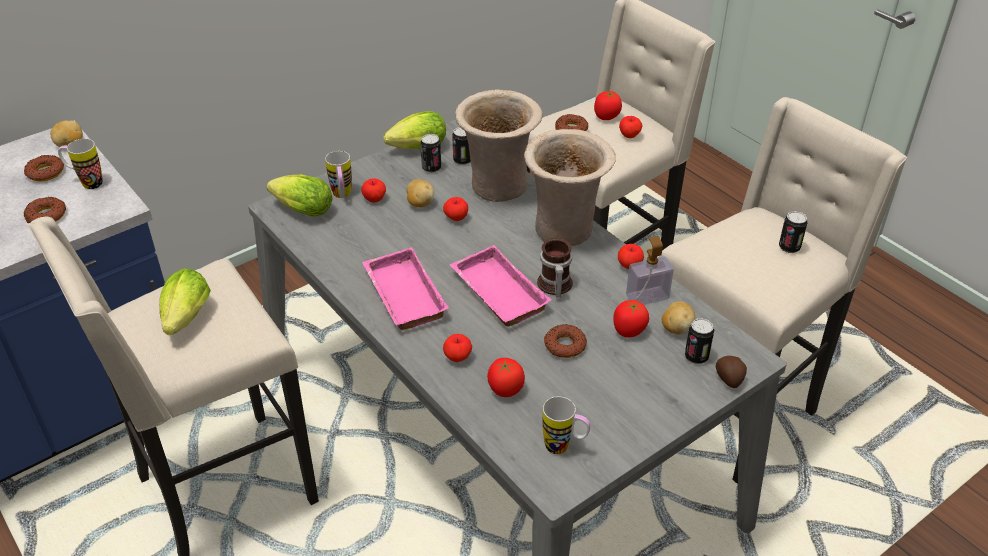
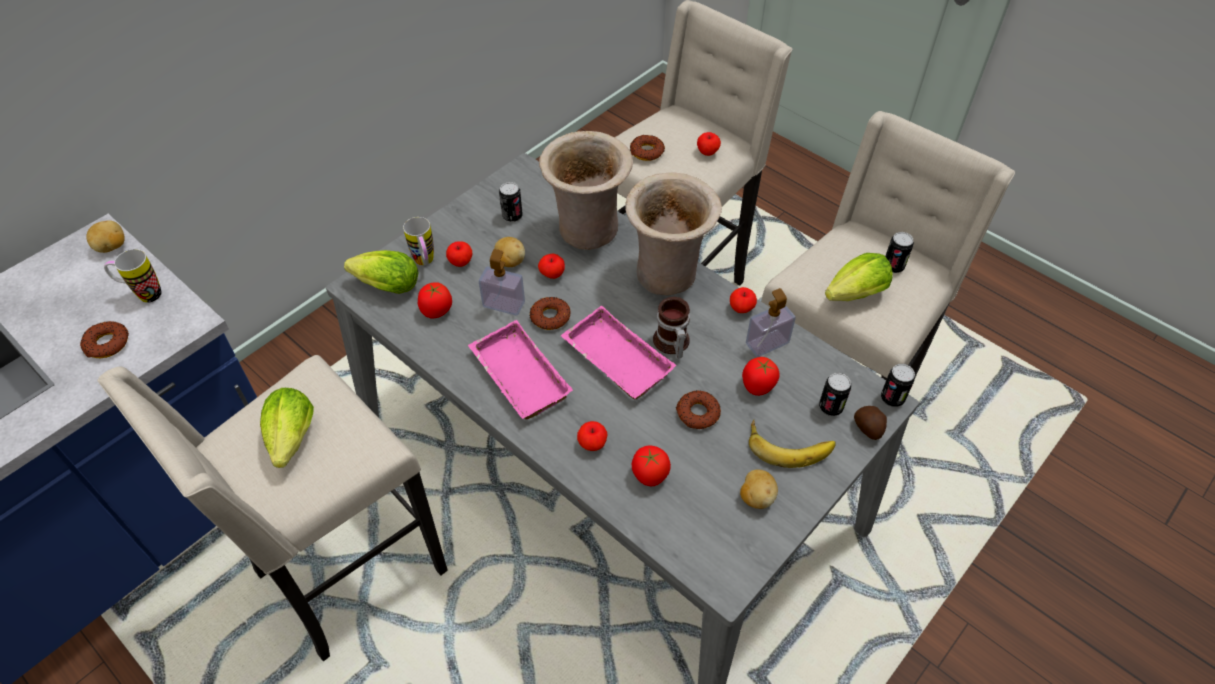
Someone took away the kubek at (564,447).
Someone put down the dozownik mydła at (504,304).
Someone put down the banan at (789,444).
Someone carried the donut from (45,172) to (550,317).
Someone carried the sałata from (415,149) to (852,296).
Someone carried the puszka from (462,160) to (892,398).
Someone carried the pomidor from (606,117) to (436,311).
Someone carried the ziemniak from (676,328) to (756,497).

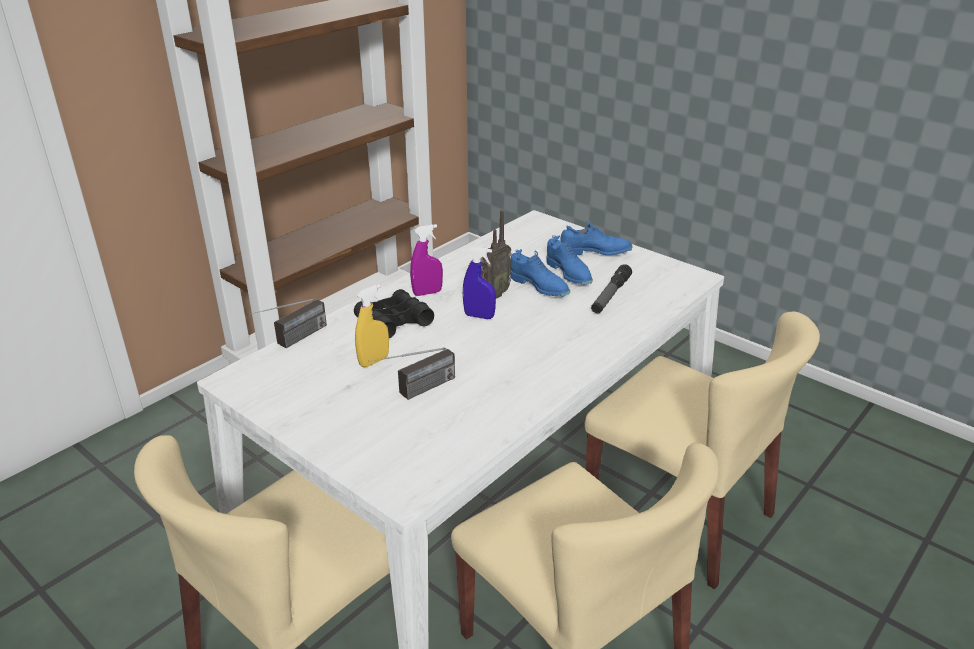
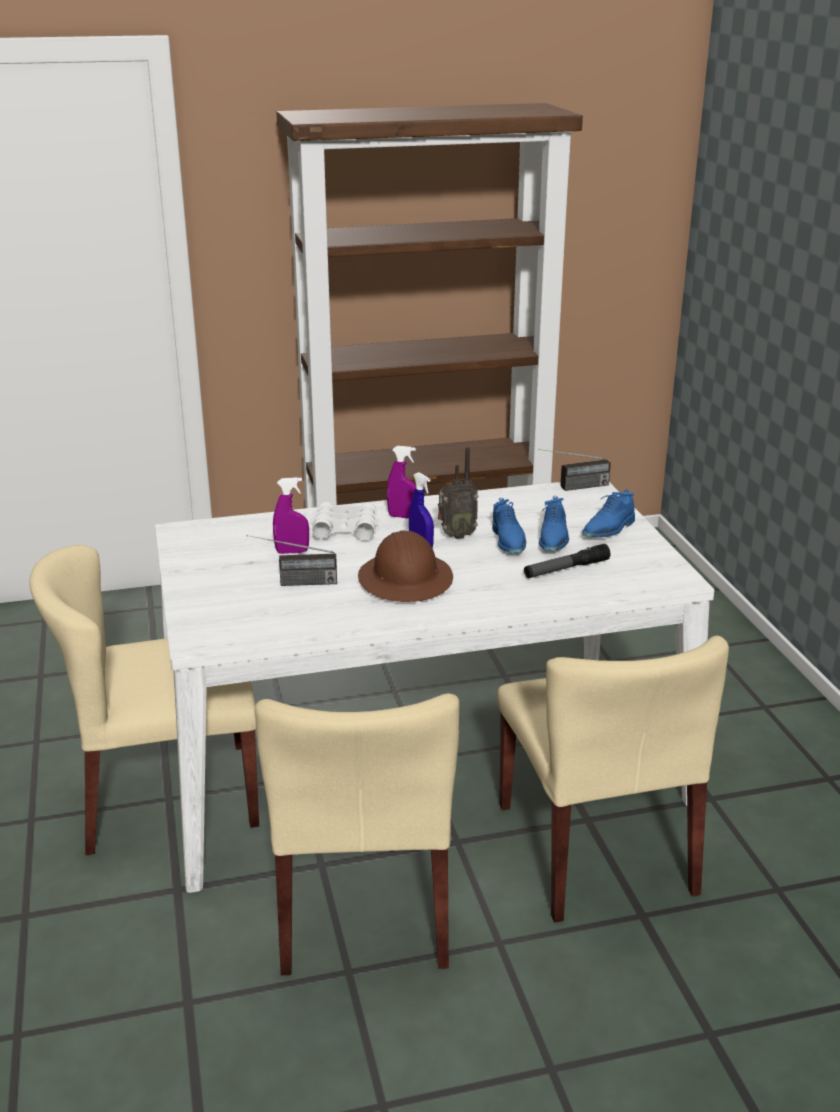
Someone put down the kask (brązowy) at (406,579).
Someone carried the radio from (292,341) to (573,487).
Someone repainted the lornetka (czarny) at (393,322), which became the lornetka (biały) at (345,529).
Someone repainted the spryskiwacz (żółty) at (374,361), which became the spryskiwacz (fioletowy) at (292,552).
Someone rotated the but (niebieski) at (595,252) by 90 degrees clockwise.

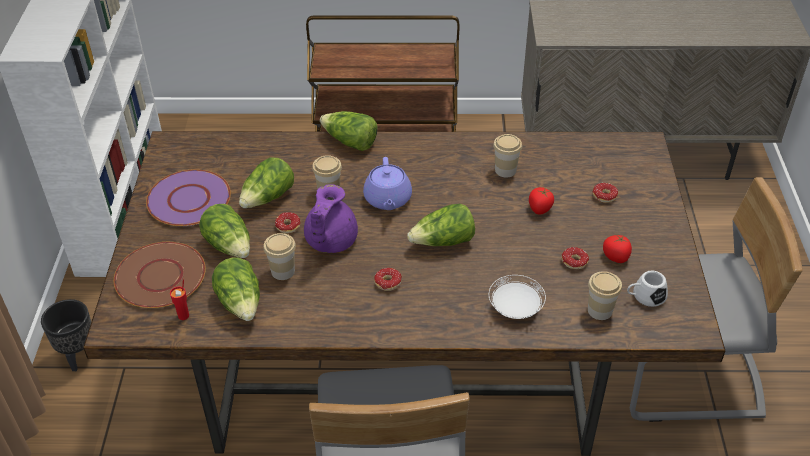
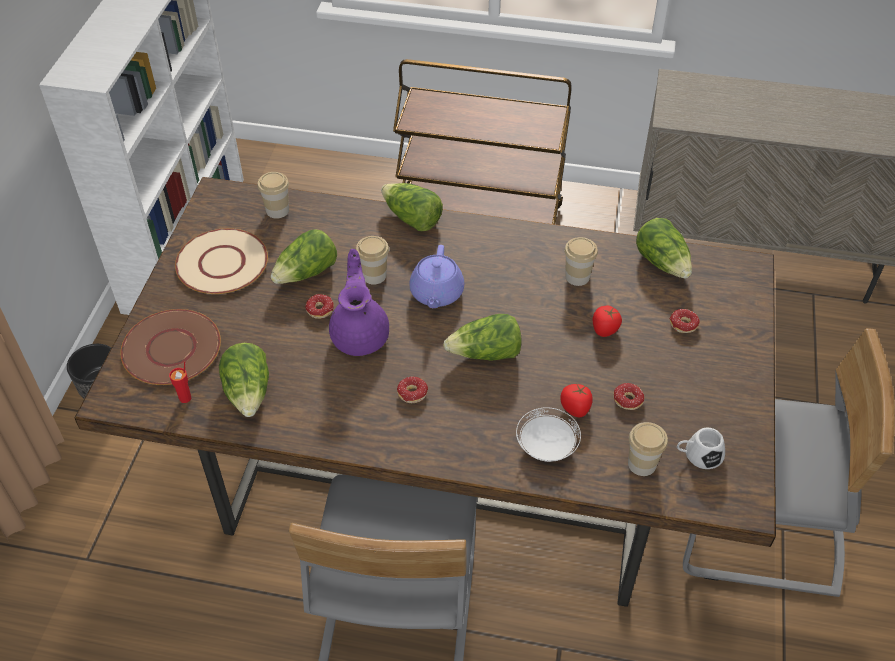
Someone carried the sałata from (230,245) to (663,263).
Someone carried the filiżanka from (283,271) to (277,210).
Someone carried the pomidor from (616,257) to (575,408).
Someone repainted the talerz (fioletowy) at (188,200), which became the talerz (beżowy) at (221,263).
Someone rotated the imbryk (fioletowy) at (329,241) by 150 degrees clockwise.

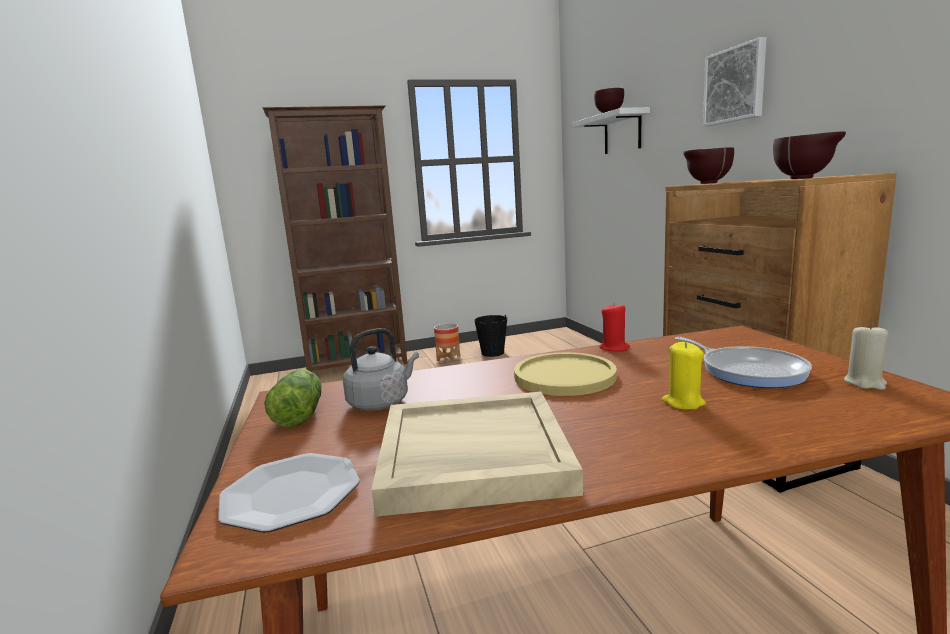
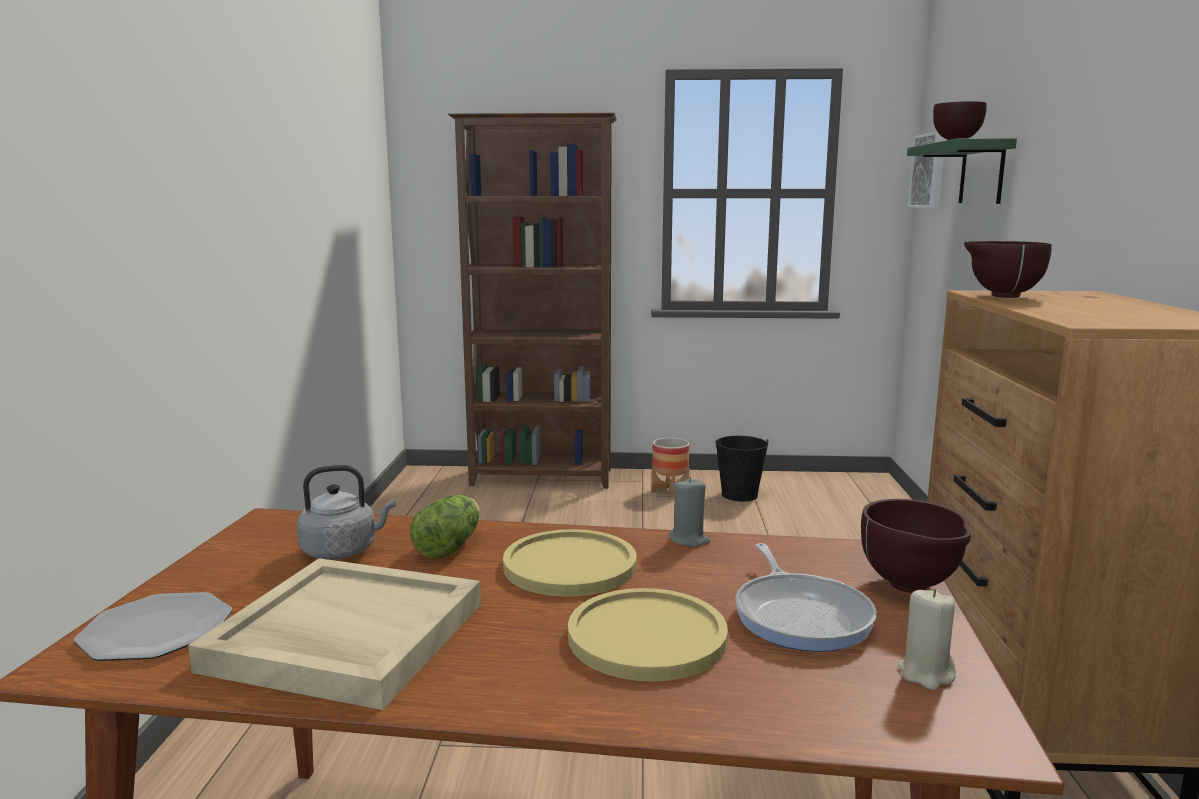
Someone carried the sałata from (301,414) to (451,545).
Someone carried the obraz from (735,85) to (930,171).
Someone carried the miska (brązowy) from (805,178) to (911,588).
Someone swapped the świeca (żółty) at (683,402) for the talerz (żółty) at (647,637).
Someone repainted the półka (biały) at (622,133), which became the półka (zielony) at (982,173).
Someone repainted the świeca (czerwony) at (614,348), which became the świeca (szary) at (689,540).

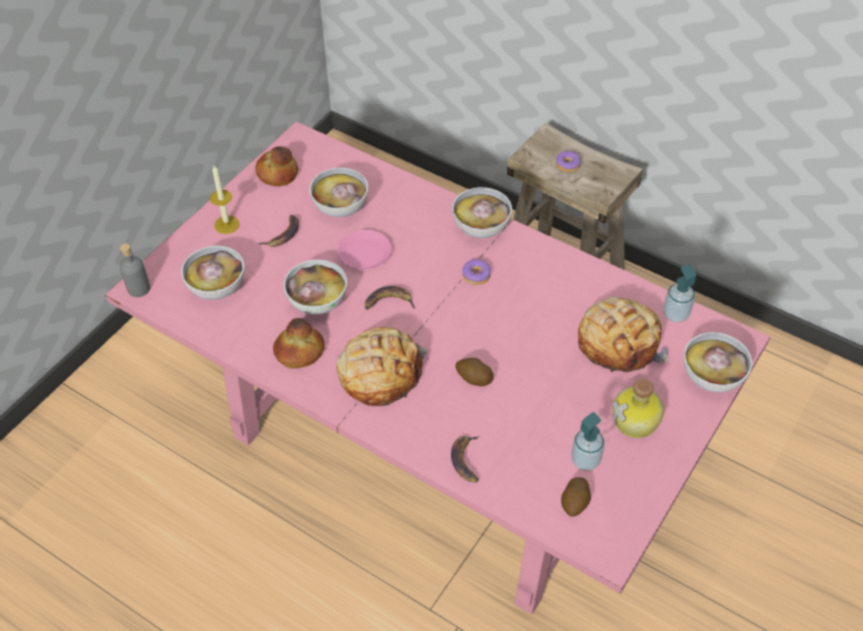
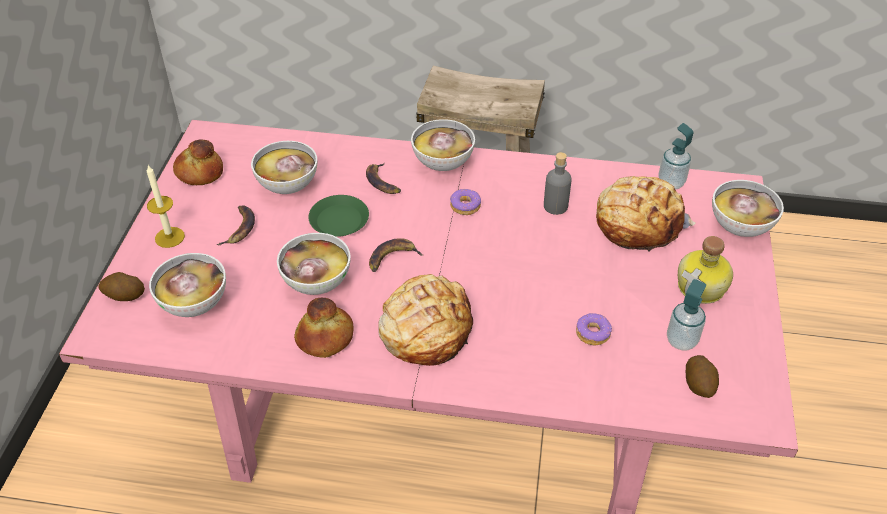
Someone carried the butelka (szary) from (138,288) to (555,206).
Someone carried the banan from (466,460) to (383,182).
Someone carried the ziemniak from (474,378) to (124,296).
Someone carried the donut from (567,165) to (592,333).
Someone repainted the talerz (różowy) at (364,254), which became the talerz (zielony) at (339,221).

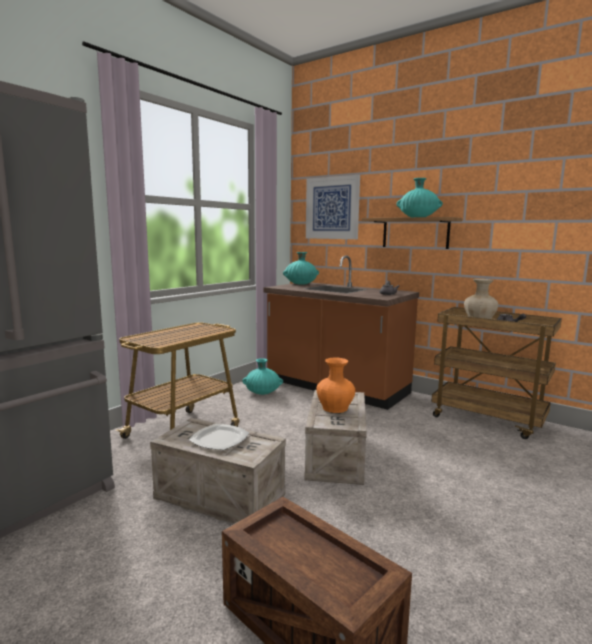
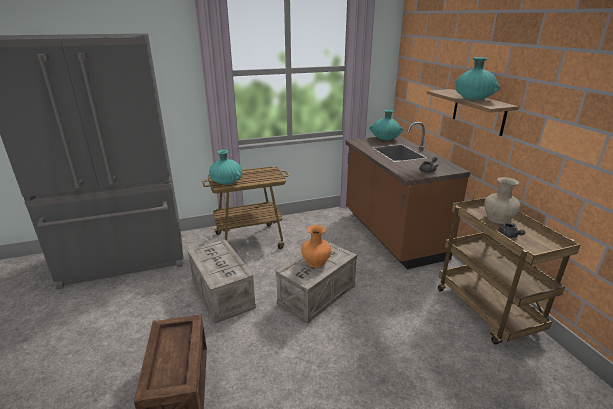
Someone took away the talerz at (220,439).
Someone took away the obraz at (332,208).
Someone carried the wazon (turkusowy) from (262,393) to (226,182).

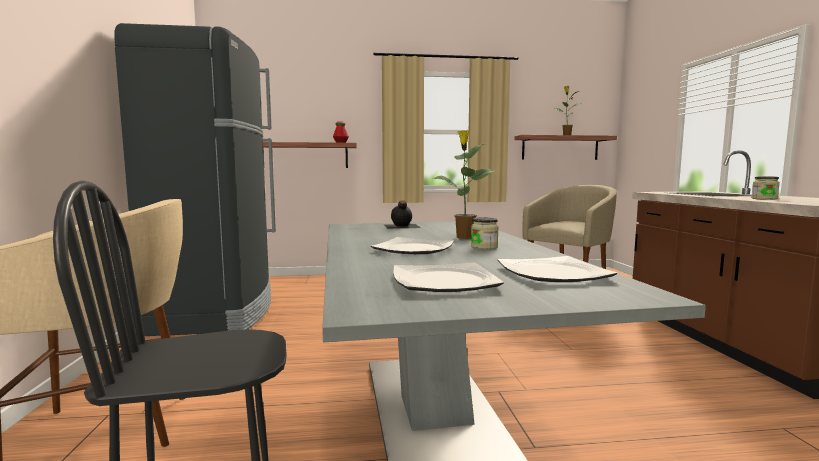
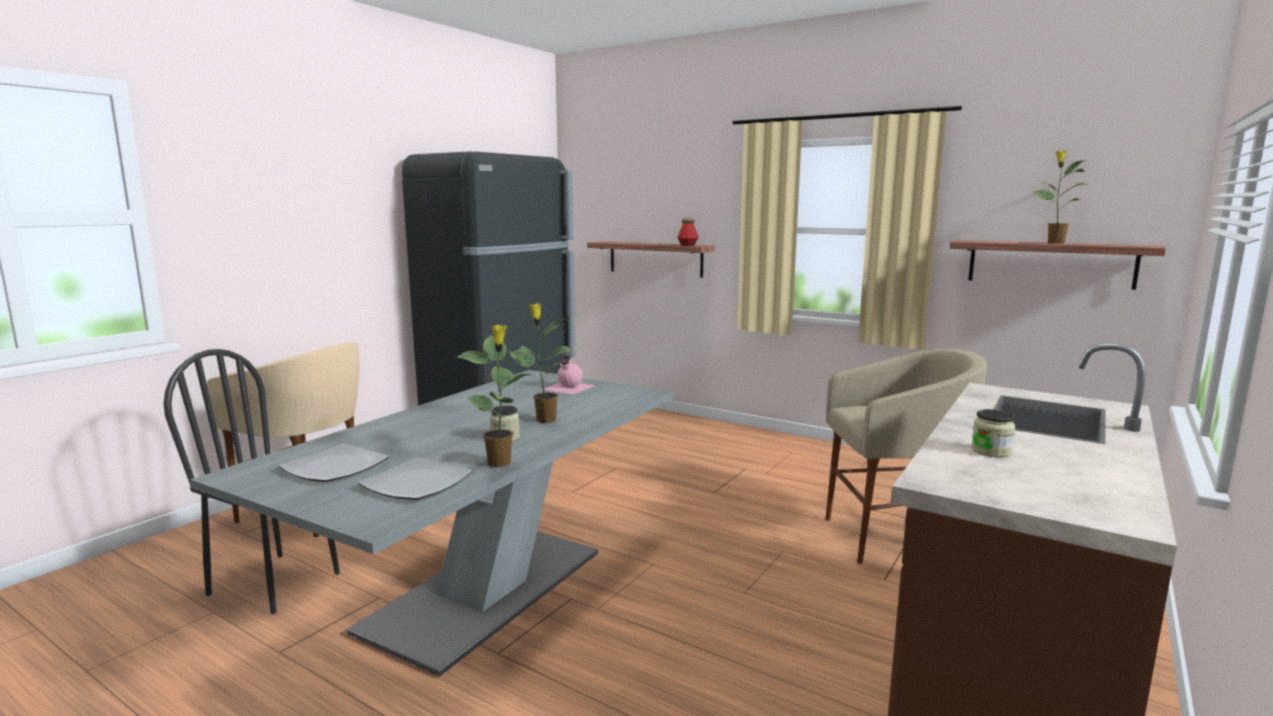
Someone took away the talerz at (413,249).
Someone put down the roślina doniczkowa at (500,463).
Someone repainted the butelka (czarny) at (401,226), which became the butelka (różowy) at (568,387).

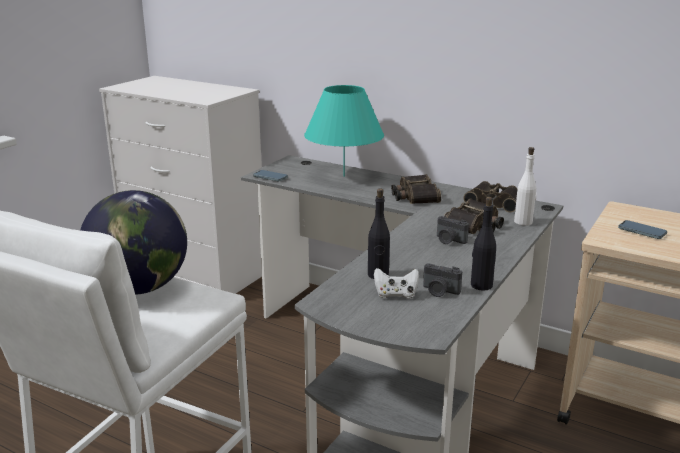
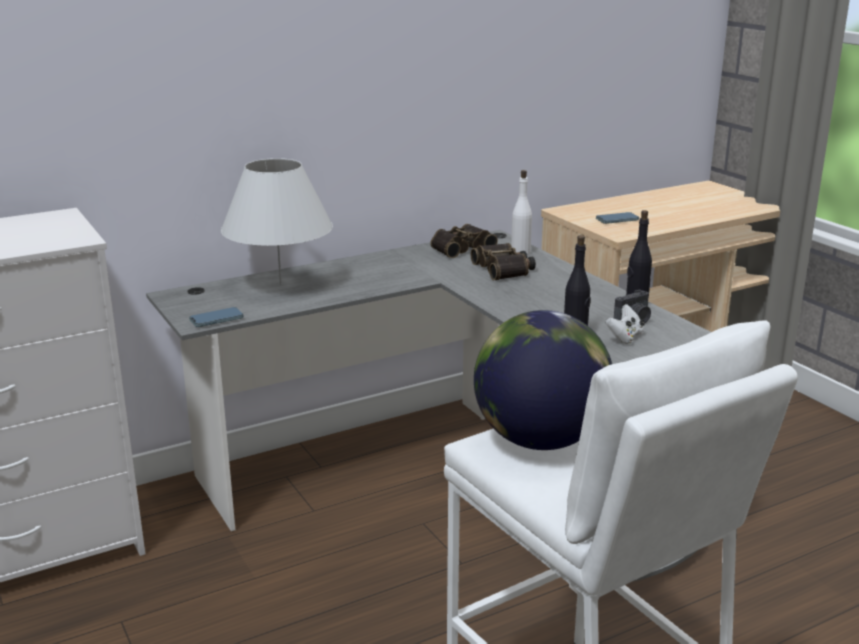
Someone took away the lornetka at (414,196).
Someone took away the aparat fotograficzny at (449,240).
Someone repainted the lampa stołowa (turkusowy) at (344,176), which became the lampa stołowa (biały) at (280,284).

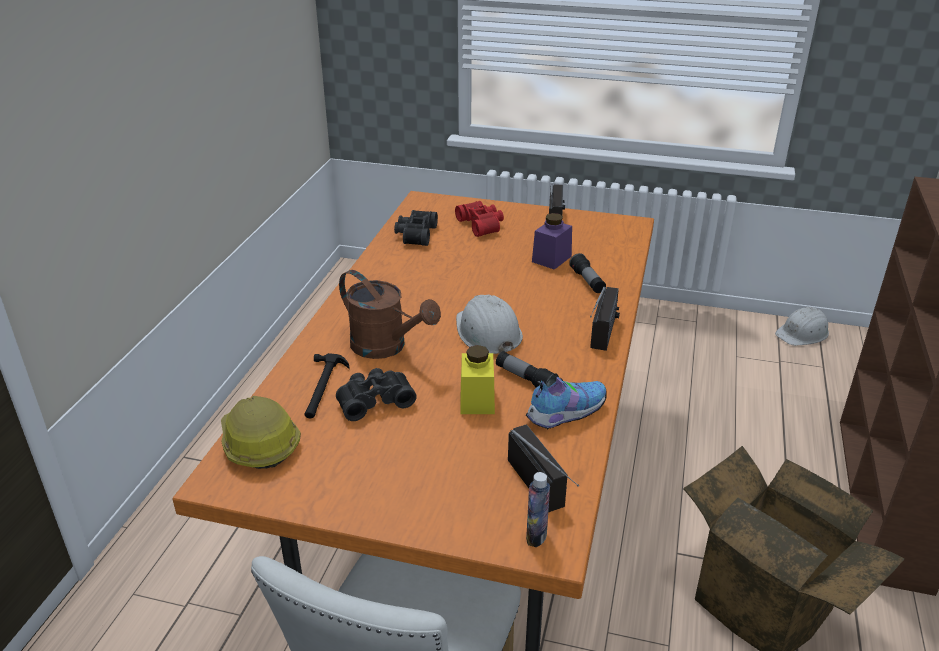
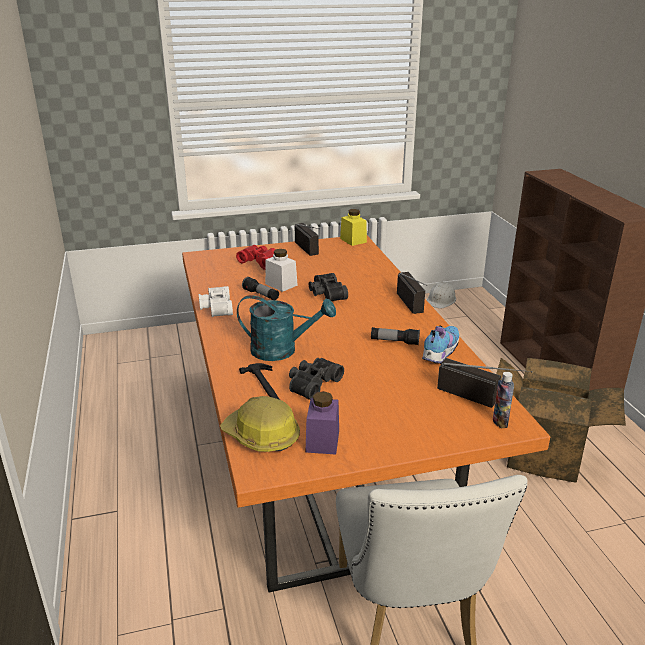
Someone took away the kask (biały) at (487,332).
Someone put down the lornetka (biały) at (215,308).
Someone put down the słoik (biały) at (281,284).
Someone carried the lornetka (czarny) from (415,234) to (326,294).
Someone carried the słoik (żółty) from (477,400) to (353,240).
Someone carried the słoik (fioletowy) from (551,259) to (322,441).
Someone carried the latarka from (587,281) to (261,295).
Someone repainted the konewka (brązowy) at (386,347), which became the konewka (turkusowy) at (282,350).

